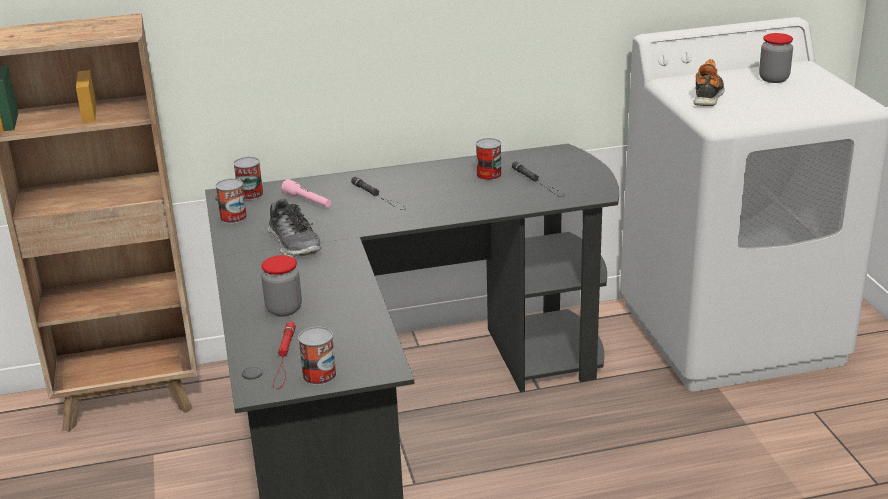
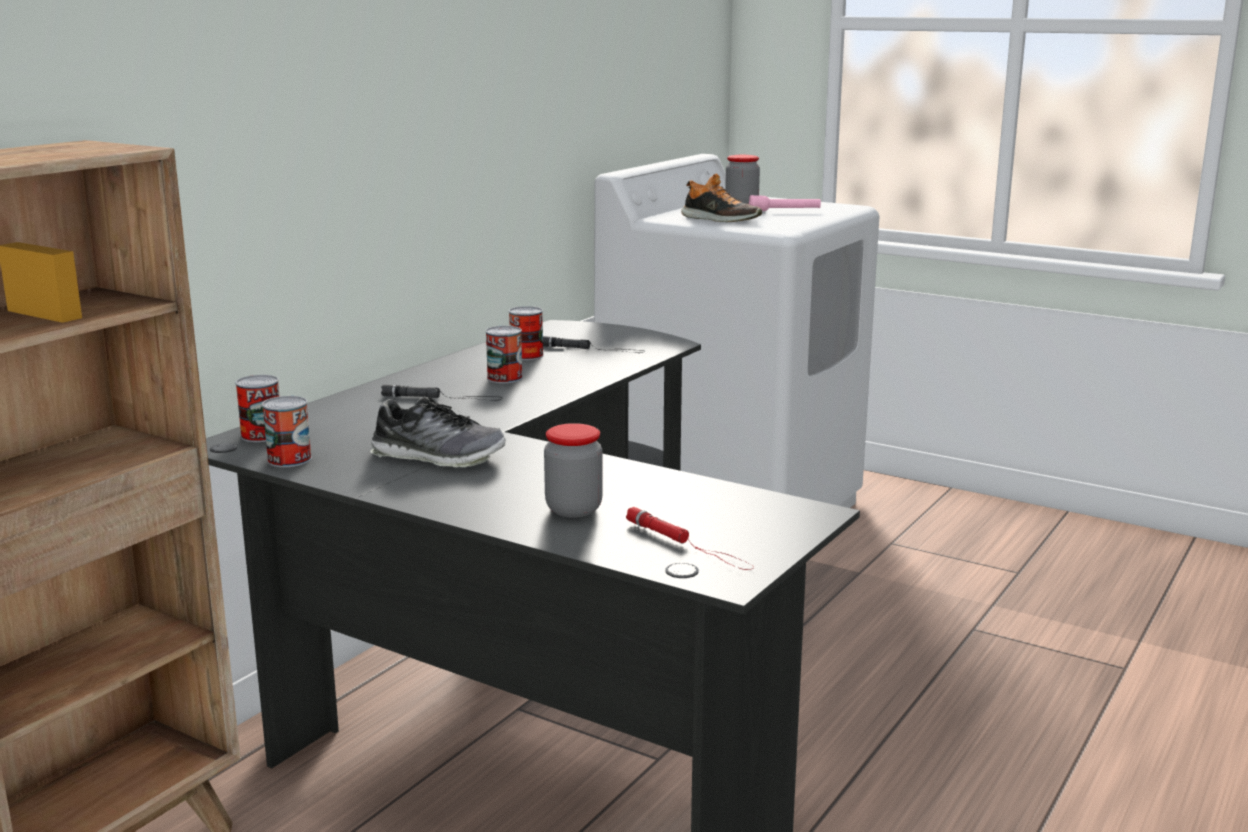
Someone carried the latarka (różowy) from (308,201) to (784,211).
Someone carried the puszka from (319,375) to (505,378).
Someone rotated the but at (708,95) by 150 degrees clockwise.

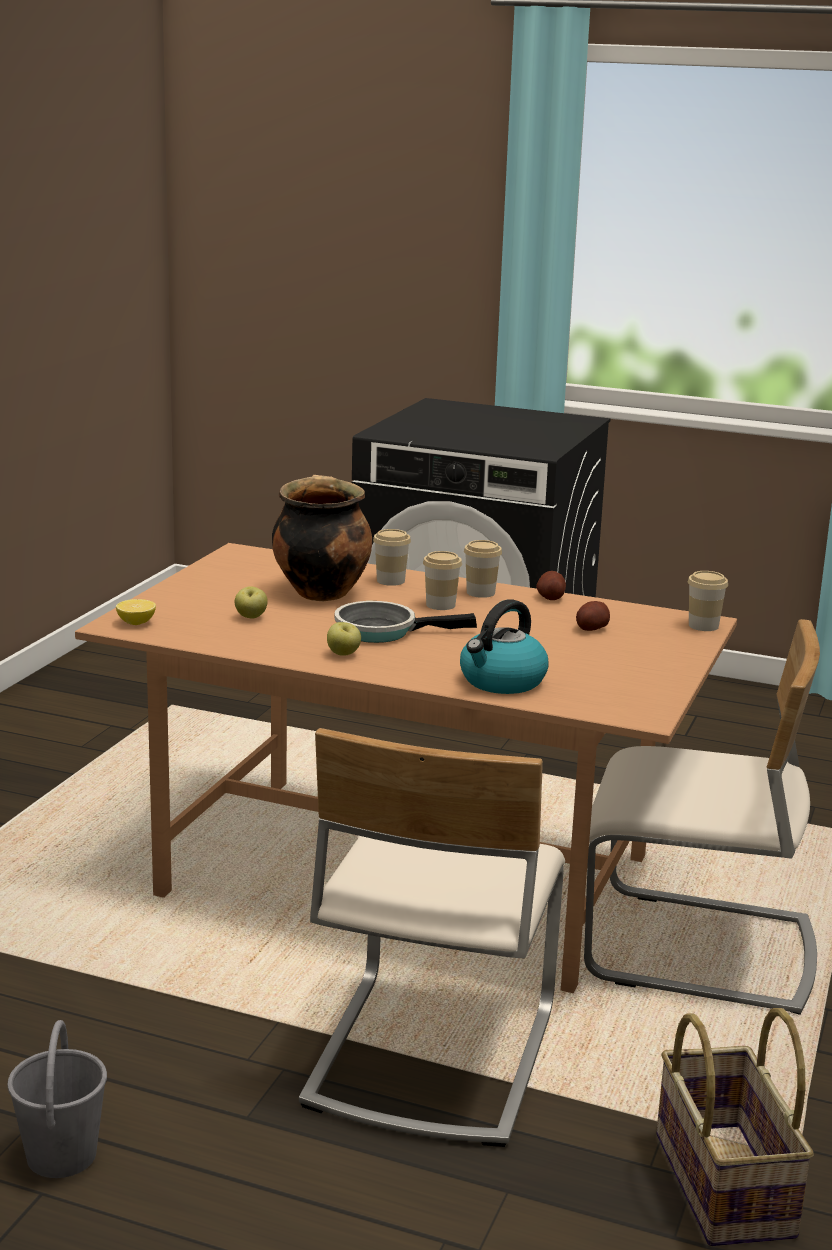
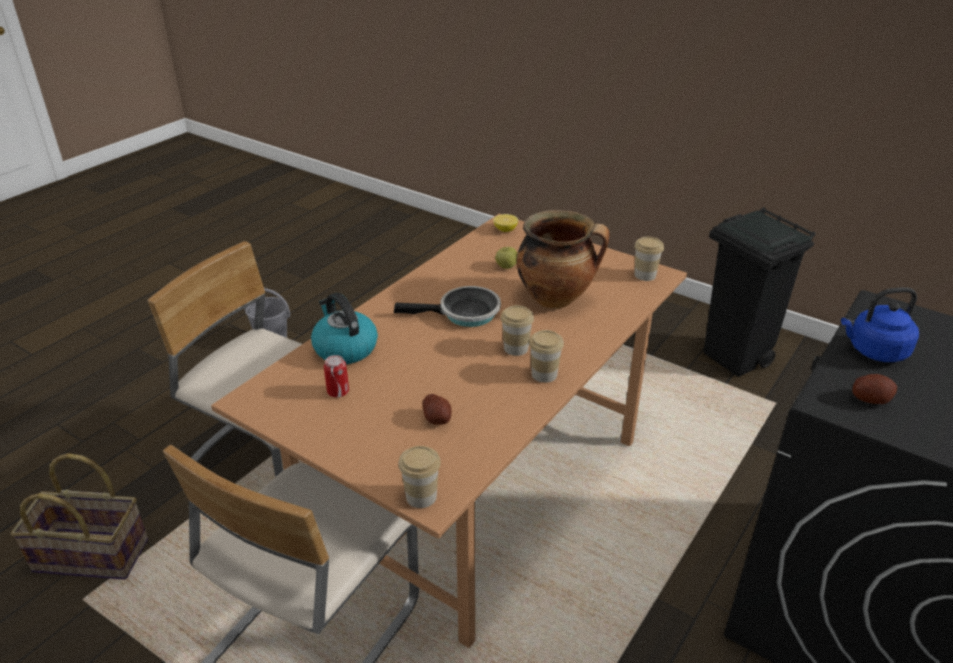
Someone took away the jabłko at (343,654).
Someone put down the puszka at (338,392).
Someone put down the kosz na śmieci (czarny) at (736,359).
Someone put down the czajnik (niebieski) at (874,351).
Someone carried the filiżanka from (390,581) to (645,275).
Someone carried the ziemniak from (550,597) to (870,399).
Someone rotated the patelnia at (382,631) by 75 degrees clockwise.

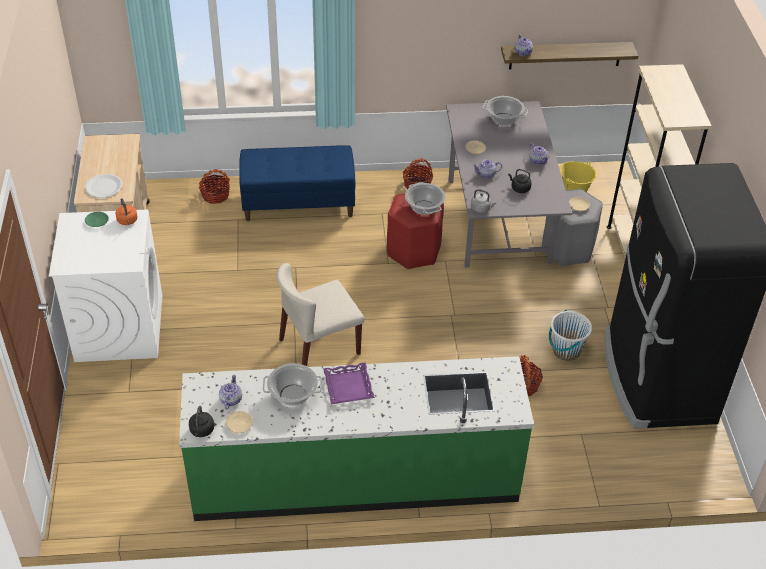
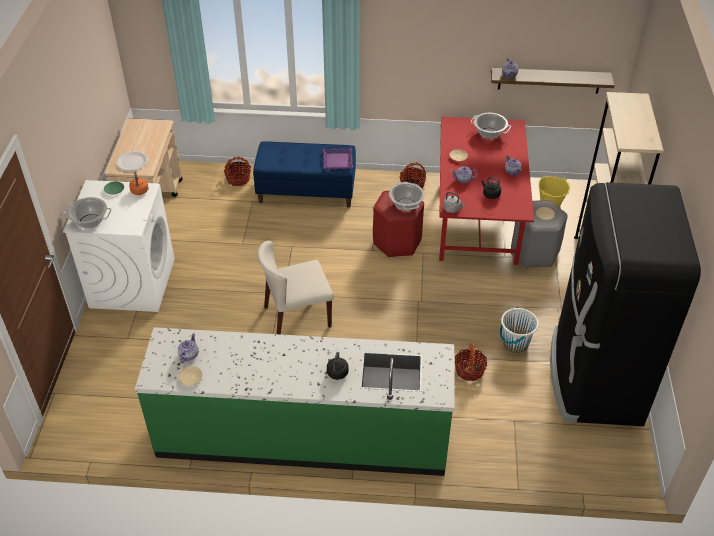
Someone carried the czajnik (czarny) from (201,431) to (337,374).
Someone carried the garnek from (292,395) to (89,221).
Someone carried the taca (fioletowy) from (349,387) to (338,161).
Someone repainted the stół jadalny (szary) at (499,221), which became the stół jadalny (czerwony) at (478,223).

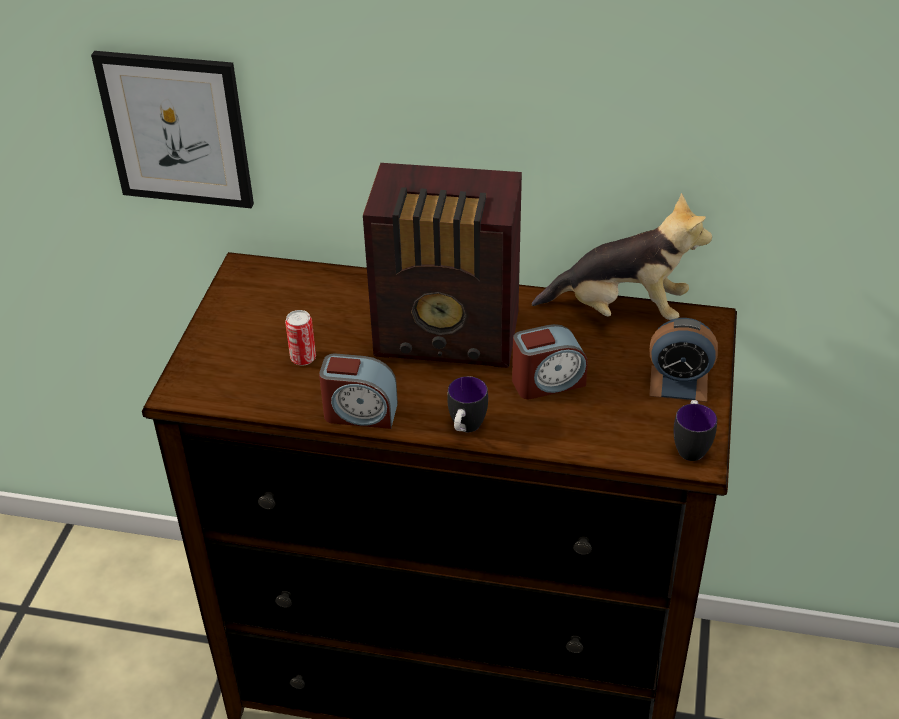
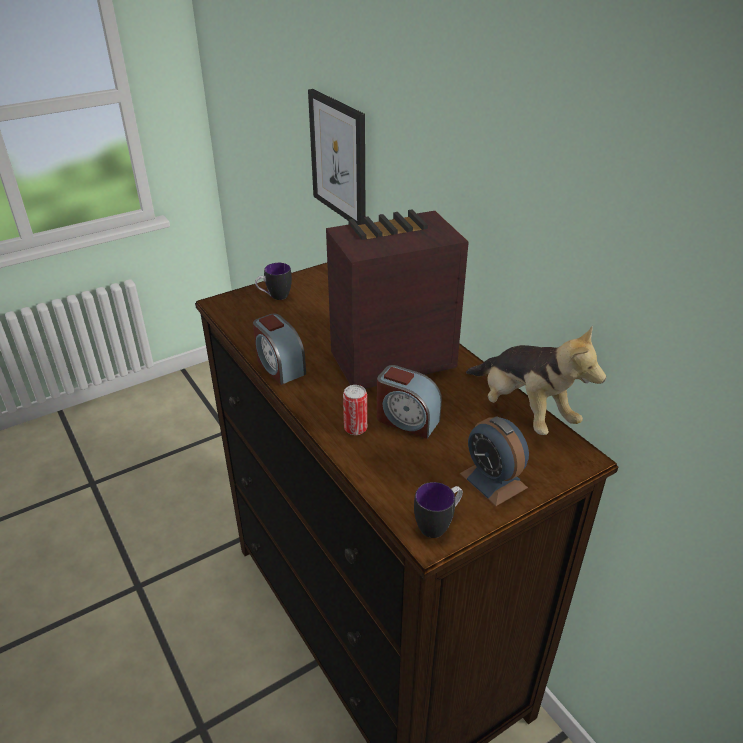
Someone carried the puszka from (303,358) to (355,428).
Someone carried the kubek from (465,429) to (274,297).
Someone rotated the radio at (450,337) by 105 degrees clockwise.

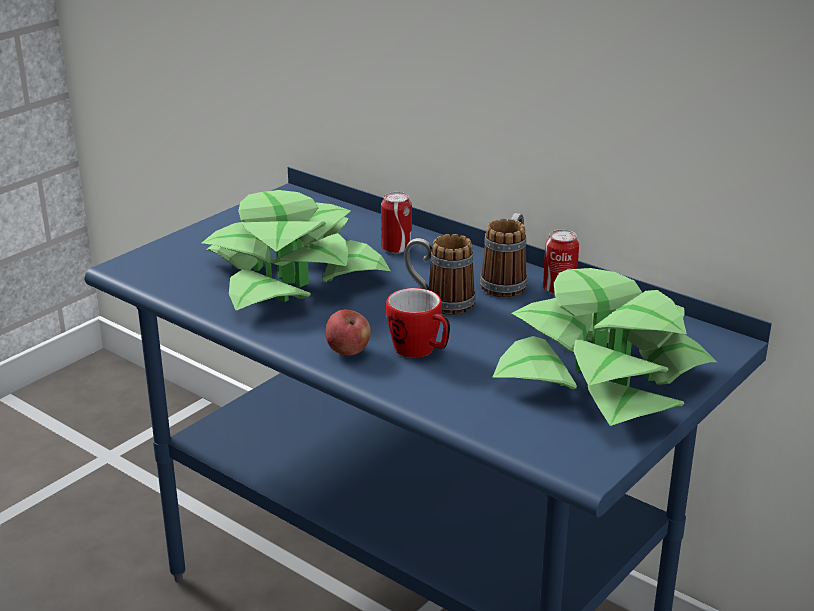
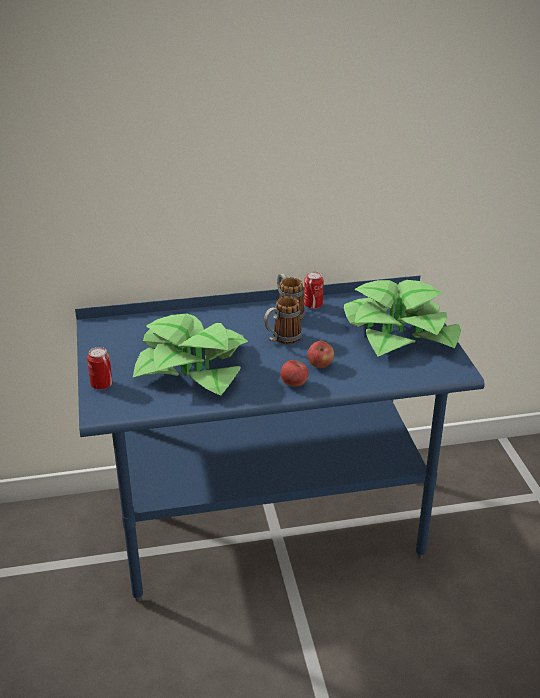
Someone carried the puszka from (396,248) to (101,384).
Someone swapped the kubek at (420,351) for the jabłko at (320,365).

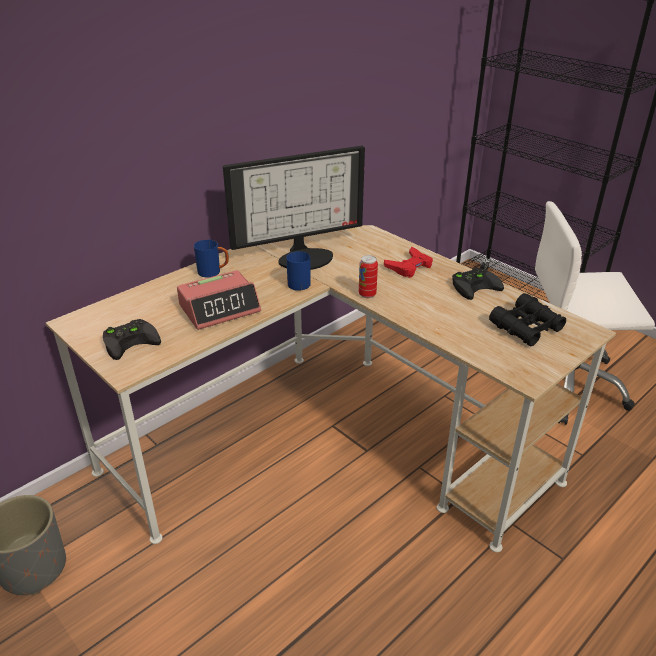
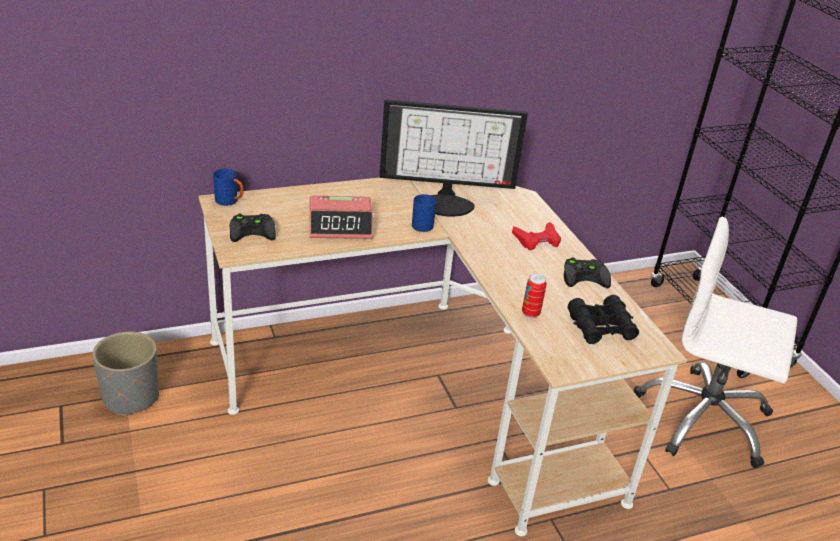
Someone carried the kubek (niebieski) from (213,272) to (230,202).
Someone carried the puszka from (367,294) to (530,313).

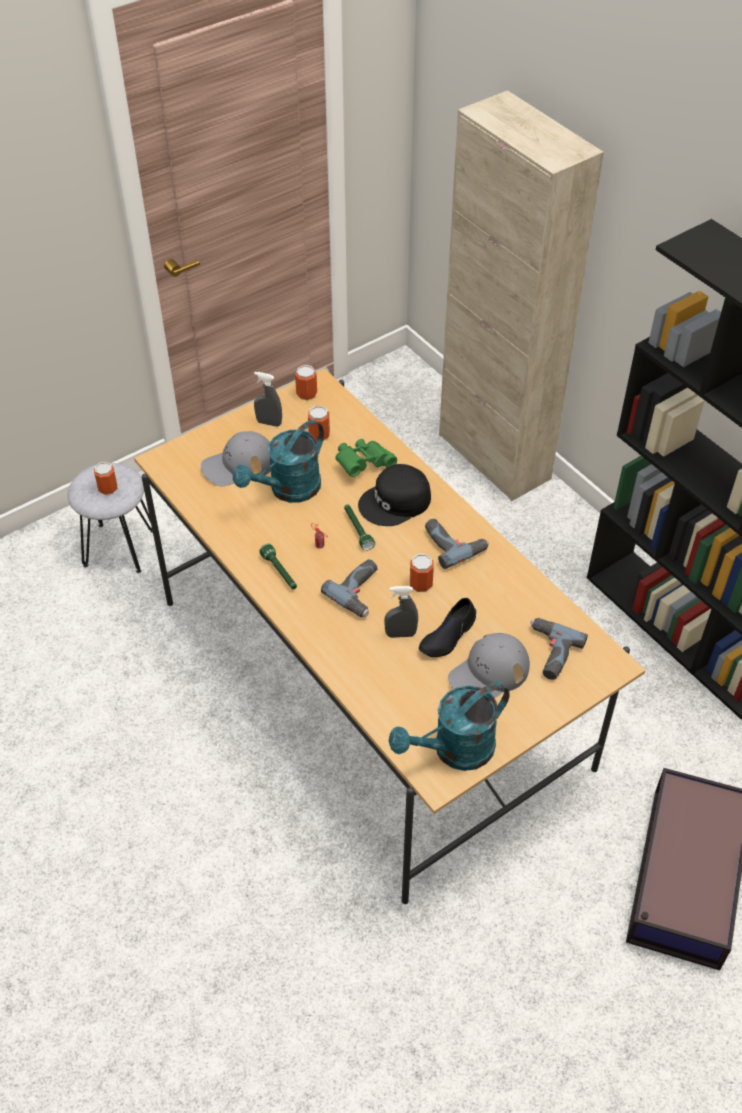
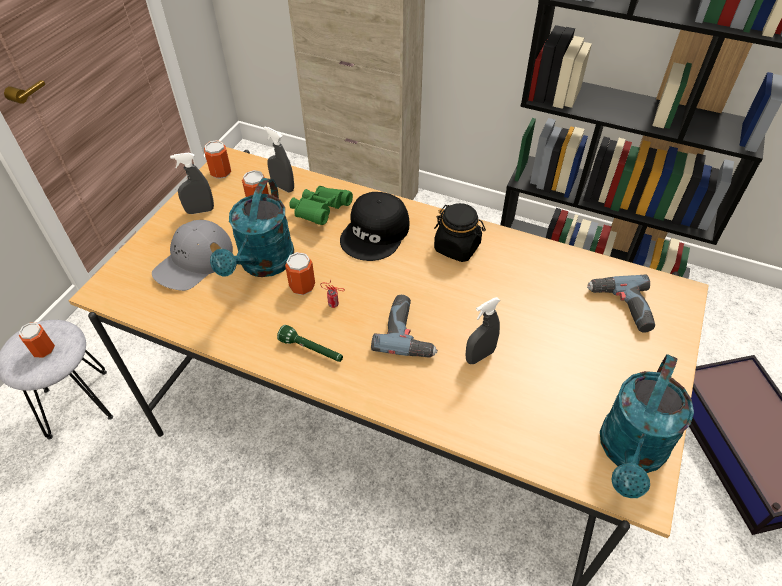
Someone took away the latarka (zielony) at (357,530).
Someone took away the but (czarny) at (448,636).
Someone took away the czapka z daszkiem (szary) at (489,673).
Someone put down the spryskiwacz (szary) at (283,187).
Someone carried the puszka from (421,584) to (302,286).
Someone swapped the wiertarka at (453,543) for the słoik (czarny) at (457,247).

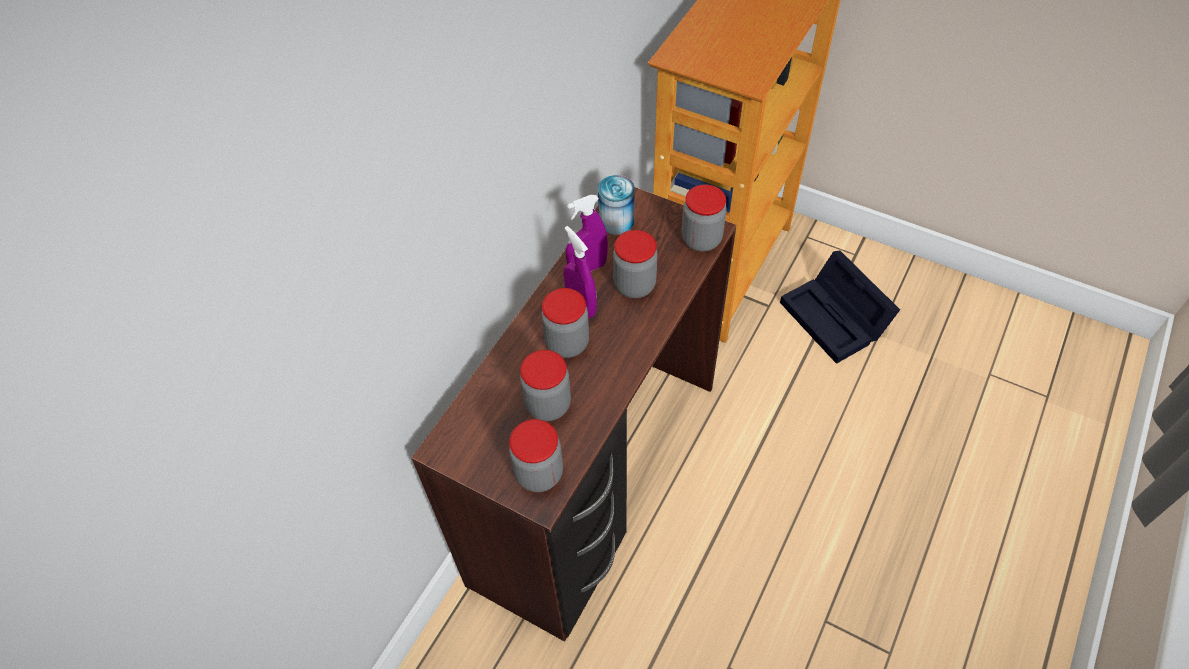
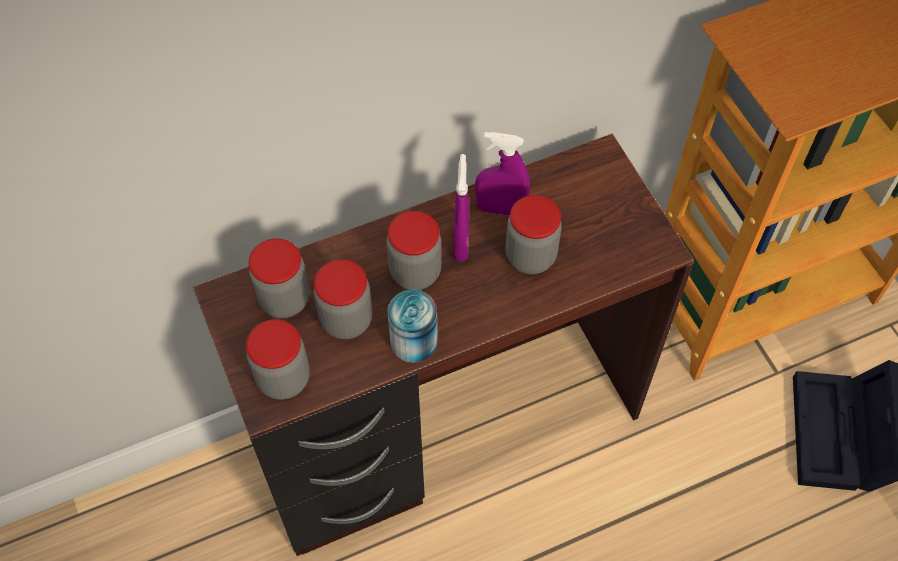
Someone carried the puszka from (616,221) to (413,341).
Someone carried the słoik from (701,239) to (284,299).

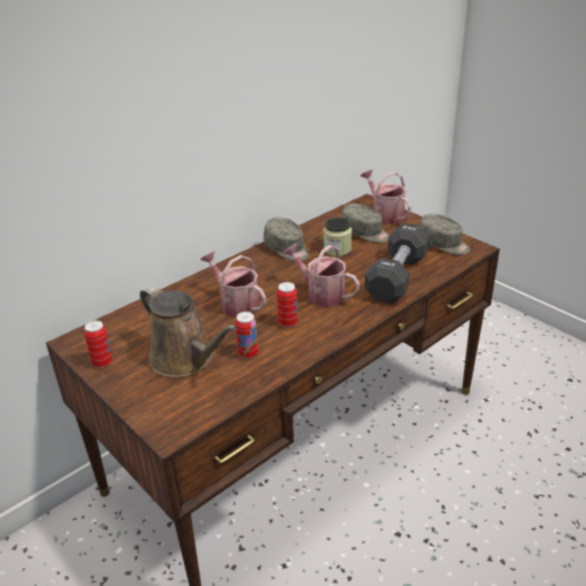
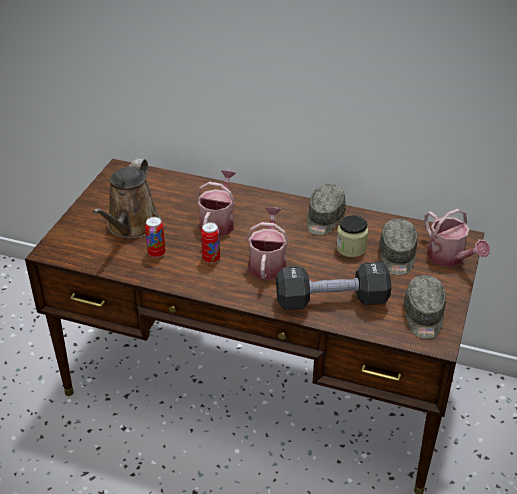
Someone took away the puszka at (102,363).
Someone rotated the konewka at (385,214) by 120 degrees clockwise.

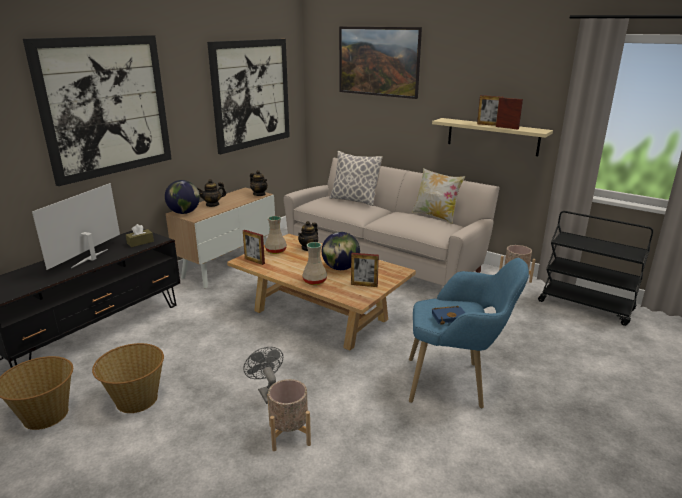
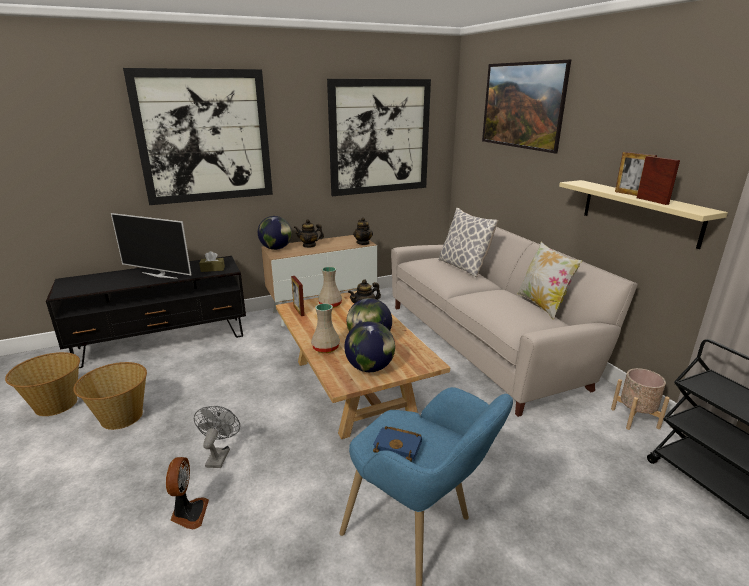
Someone swapped the donica (beżowy) at (289,435) for the wentylator at (188,513).
Someone swapped the ramka na zdjęcie at (364,285) for the globus at (370,368).
Someone rotated the telewizor at (90,258) by 120 degrees counterclockwise.

